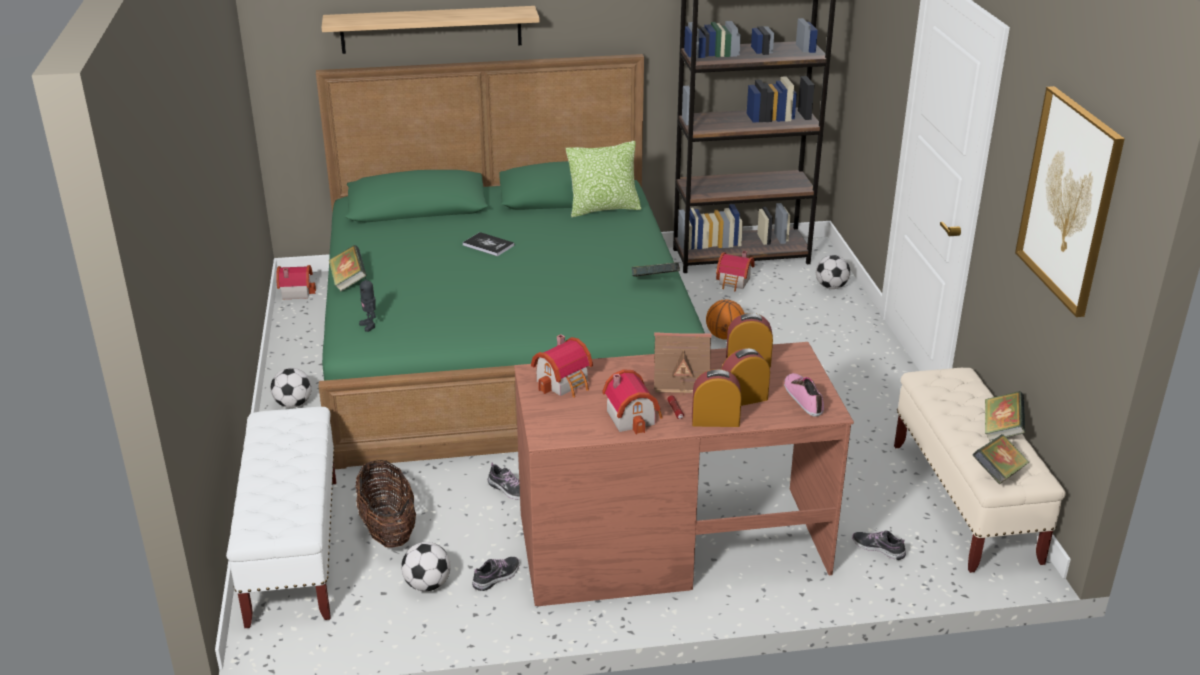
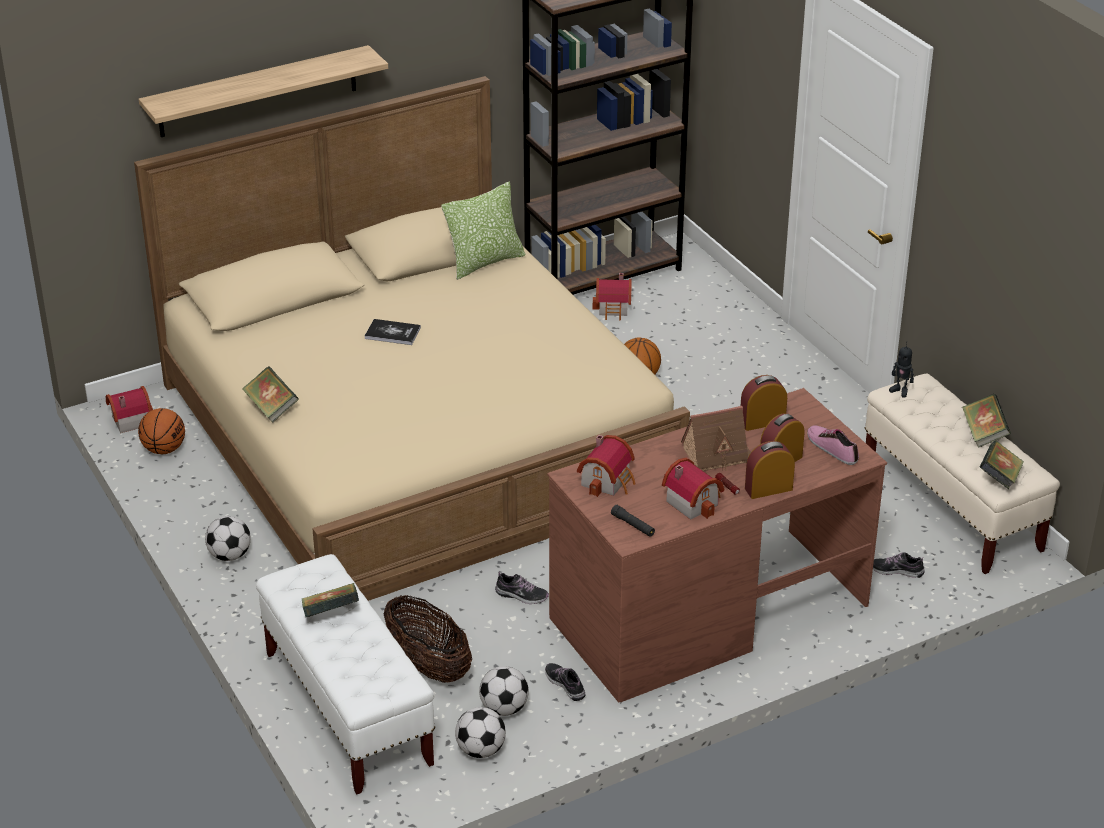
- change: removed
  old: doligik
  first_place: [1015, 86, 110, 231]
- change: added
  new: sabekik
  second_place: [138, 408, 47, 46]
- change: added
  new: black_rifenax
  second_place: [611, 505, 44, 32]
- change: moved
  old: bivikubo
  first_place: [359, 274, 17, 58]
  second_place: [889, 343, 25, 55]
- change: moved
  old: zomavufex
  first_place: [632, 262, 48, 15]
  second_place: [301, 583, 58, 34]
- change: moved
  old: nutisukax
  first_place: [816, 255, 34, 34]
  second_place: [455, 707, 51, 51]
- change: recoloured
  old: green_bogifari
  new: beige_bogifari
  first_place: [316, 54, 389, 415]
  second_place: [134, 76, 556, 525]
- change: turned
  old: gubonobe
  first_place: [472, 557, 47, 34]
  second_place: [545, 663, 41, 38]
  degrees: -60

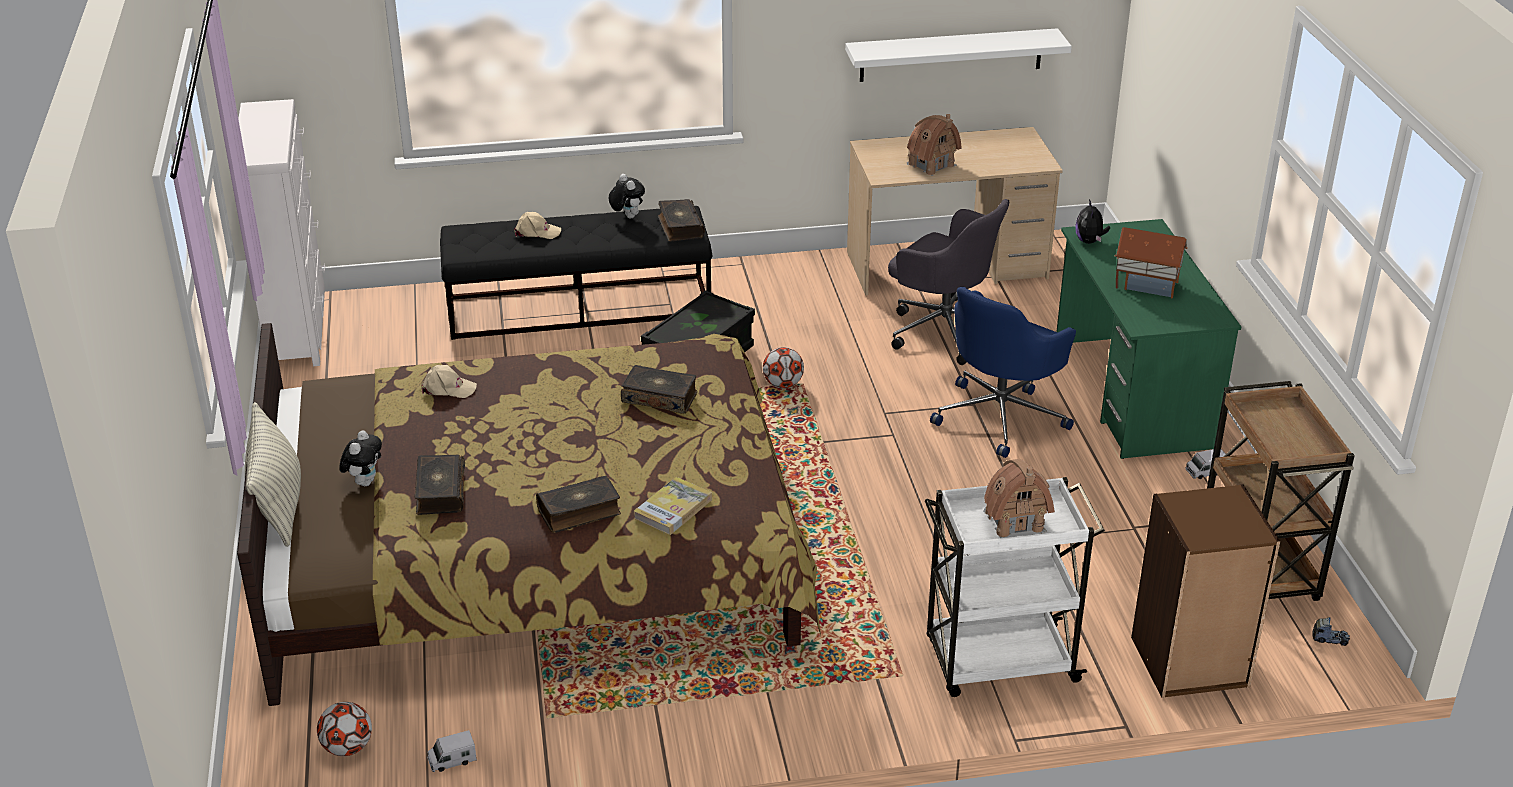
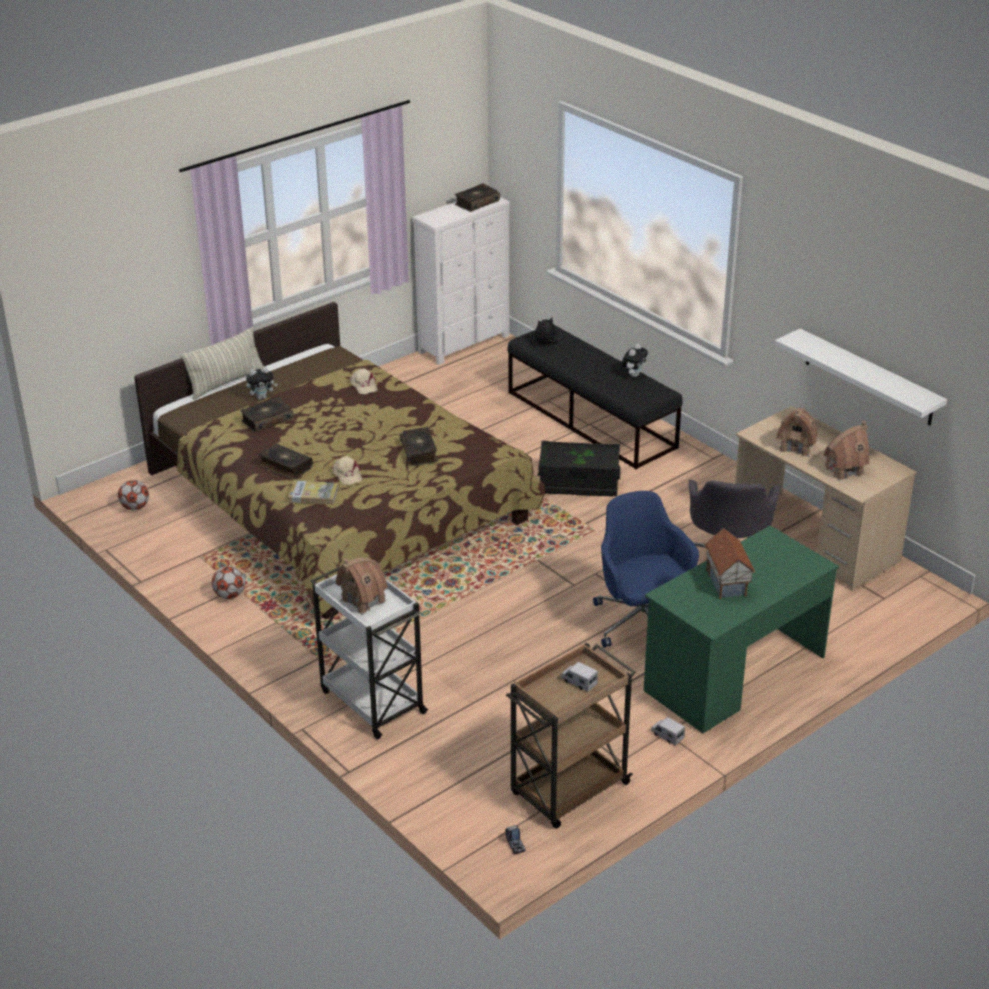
- change: removed
  old: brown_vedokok
  first_place: [1131, 484, 149, 214]
- change: added
  new: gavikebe
  second_place: [824, 421, 46, 60]
- change: moved
  old: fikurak
  first_place: [427, 730, 50, 42]
  second_place: [561, 662, 37, 30]
- change: moved
  old: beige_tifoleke
  first_place: [514, 212, 47, 27]
  second_place: [332, 456, 30, 29]
- change: moved
  old: zomavufex
  first_place: [658, 199, 47, 42]
  second_place: [455, 183, 45, 29]
- change: moved
  old: nutisukax
  first_place: [763, 347, 41, 41]
  second_place: [212, 566, 33, 33]
- change: moved
  old: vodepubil
  first_place: [1075, 199, 35, 45]
  second_place: [535, 317, 23, 28]
- change: turned
  old: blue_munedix
  first_place: [930, 287, 146, 171]
  second_place: [593, 491, 106, 156]
  degrees: 60

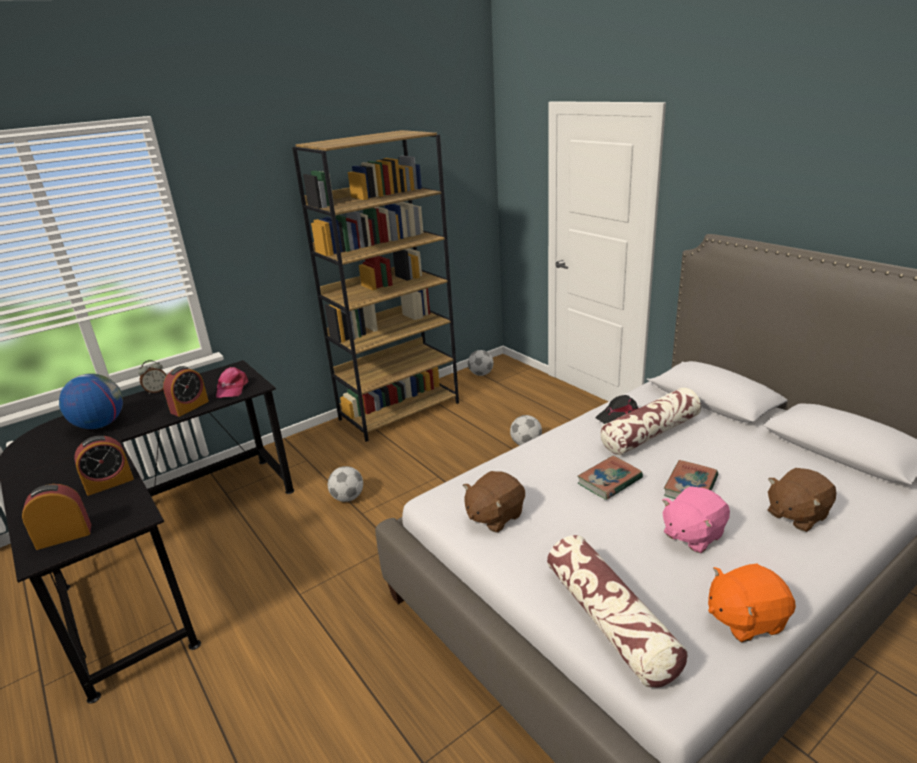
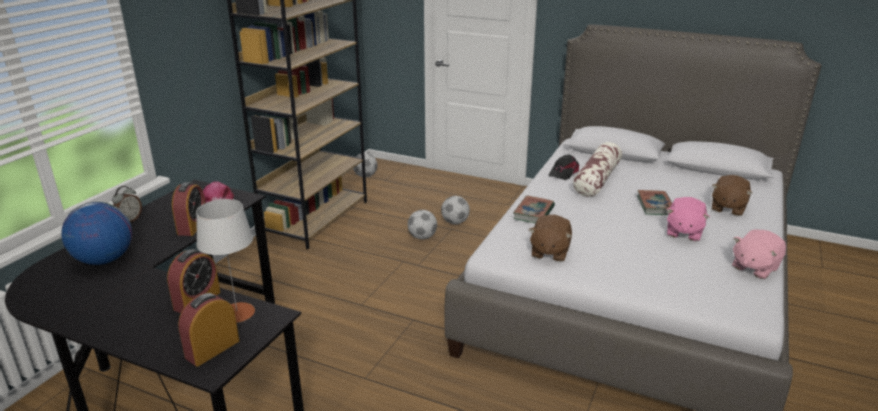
- change: removed
  old: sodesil
  first_place: [547, 535, 141, 153]
- change: added
  new: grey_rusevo
  second_place: [196, 199, 59, 124]
- change: moved
  old: nutisukax
  first_place: [328, 466, 35, 36]
  second_place: [408, 210, 29, 30]
- change: moved
  old: zomavufex
  first_place: [577, 456, 66, 44]
  second_place: [513, 195, 42, 28]
- change: recoloured
  old: orange_vodepubil
  new: pink_vodepubil
  first_place: [708, 564, 88, 79]
  second_place: [732, 230, 54, 49]

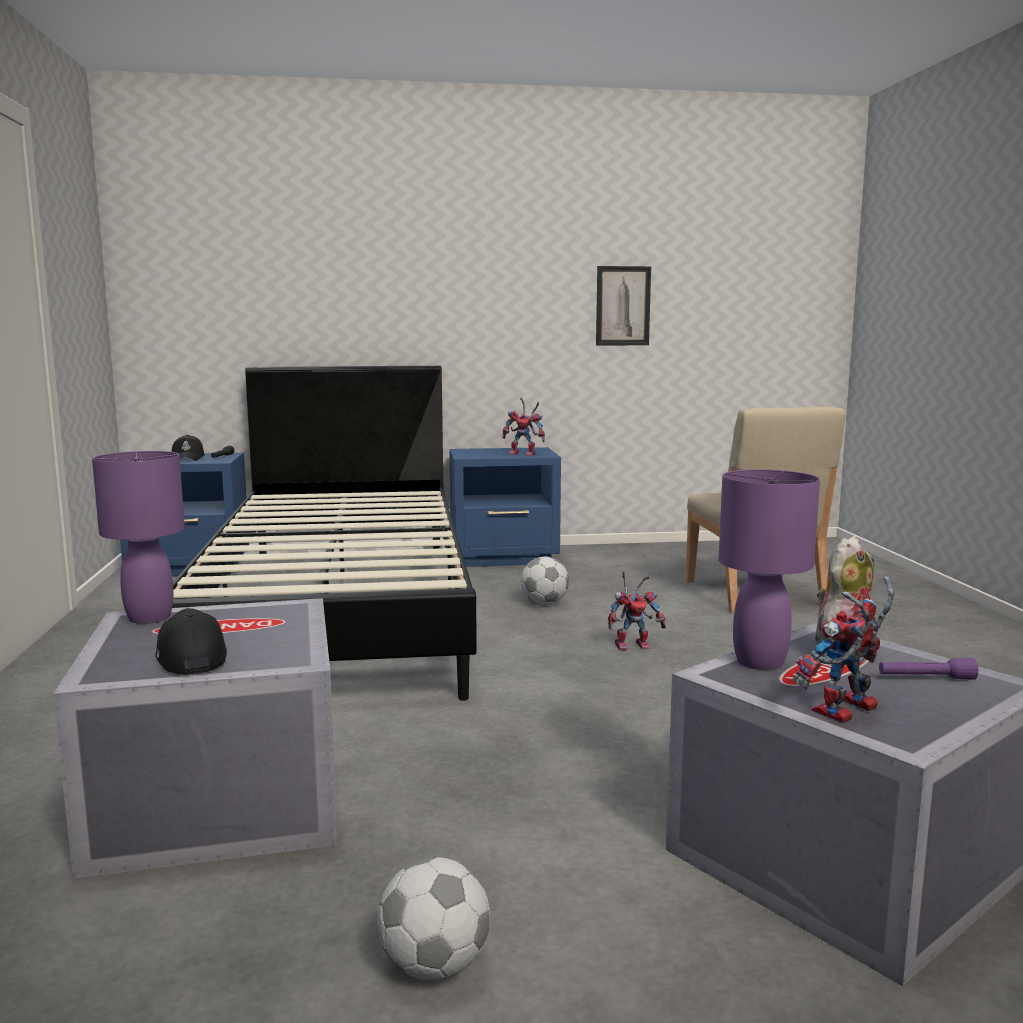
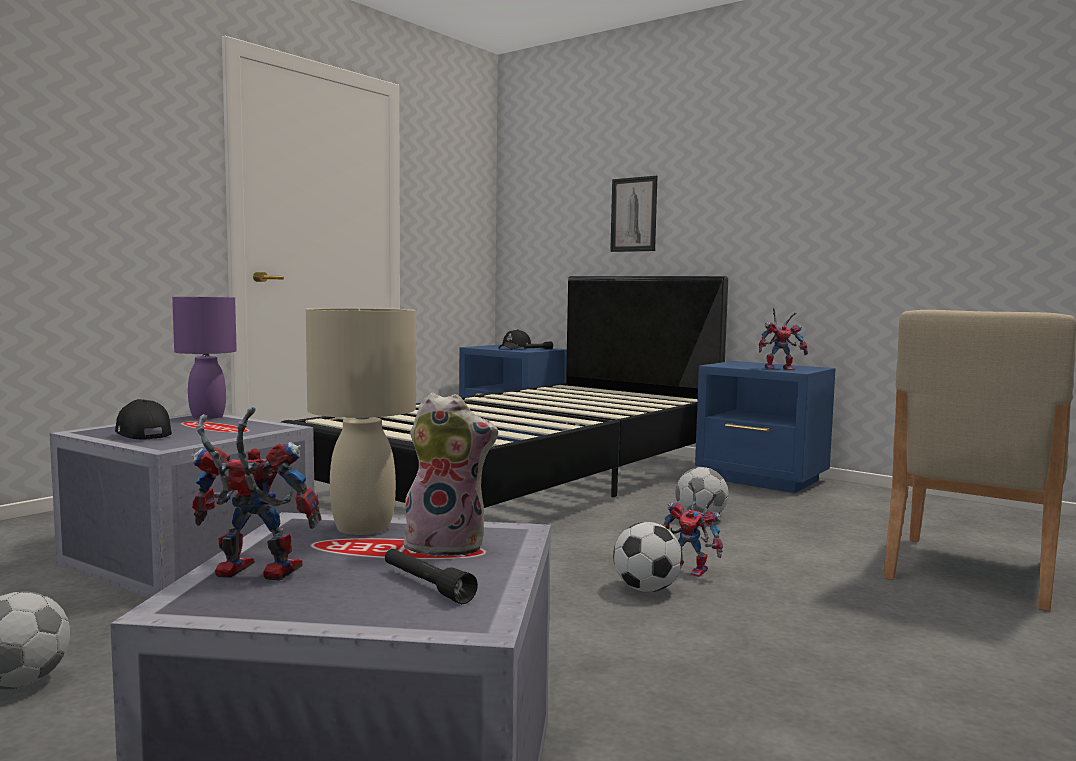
- change: added
  new: nutisukax
  second_place: [613, 522, 69, 70]
- change: moved
  old: doligik
  first_place: [596, 266, 55, 79]
  second_place: [610, 176, 48, 76]
- change: recoloured
  old: purple_rusevo
  new: beige_rusevo
  first_place: [718, 469, 102, 201]
  second_place: [306, 308, 110, 227]
- change: recoloured
  old: purple_rifenax
  new: black_rifenax
  first_place: [879, 658, 99, 22]
  second_place: [385, 549, 93, 55]
- change: turned
  old: black_tifoleke
  first_place: [156, 608, 71, 67]
  second_place: [115, 399, 57, 40]
  degrees: -60
- change: turned
  old: bivikubo
  first_place: [502, 397, 43, 59]
  second_place: [759, 308, 49, 62]
  degrees: -60

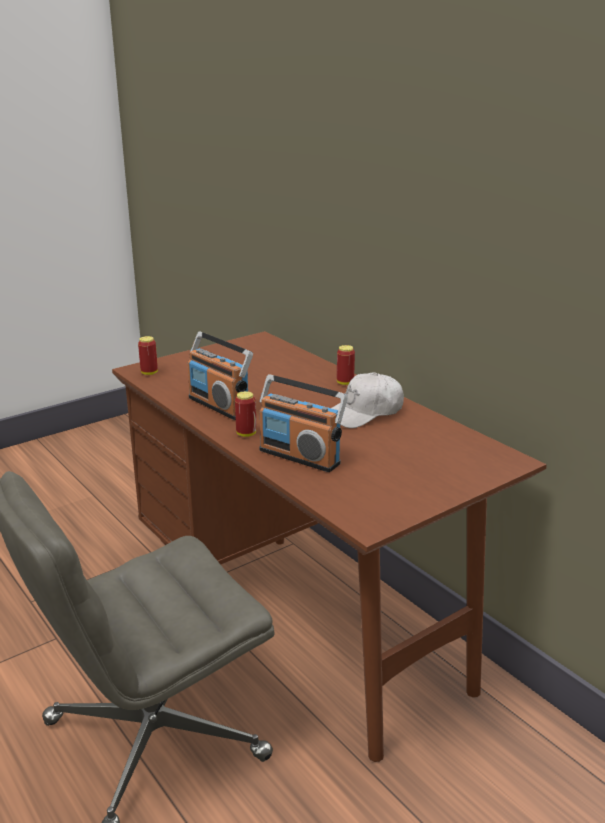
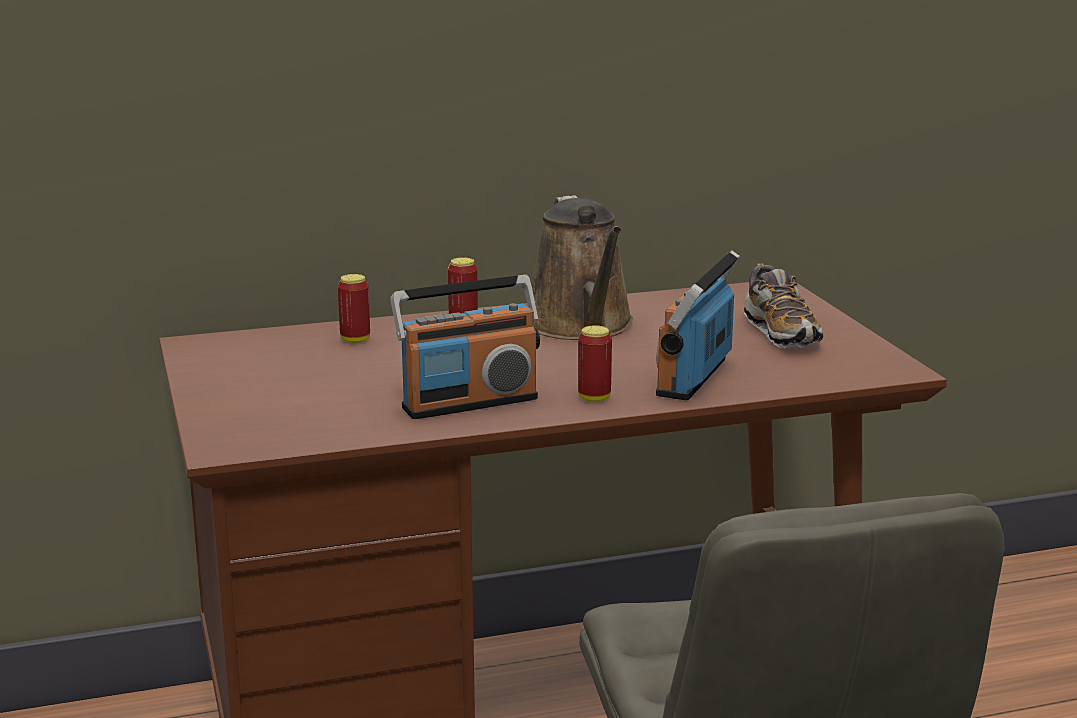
- change: added
  new: gubonobe
  second_place: [744, 264, 79, 85]
- change: moved
  old: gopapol
  first_place: [138, 336, 20, 39]
  second_place: [338, 274, 32, 69]
- change: replaced
  old: white_tifoleke
  new: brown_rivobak
  first_place: [331, 372, 73, 56]
  second_place: [532, 195, 101, 145]
- change: turned
  old: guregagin
  first_place: [259, 374, 89, 98]
  second_place: [656, 250, 84, 150]
  degrees: 150

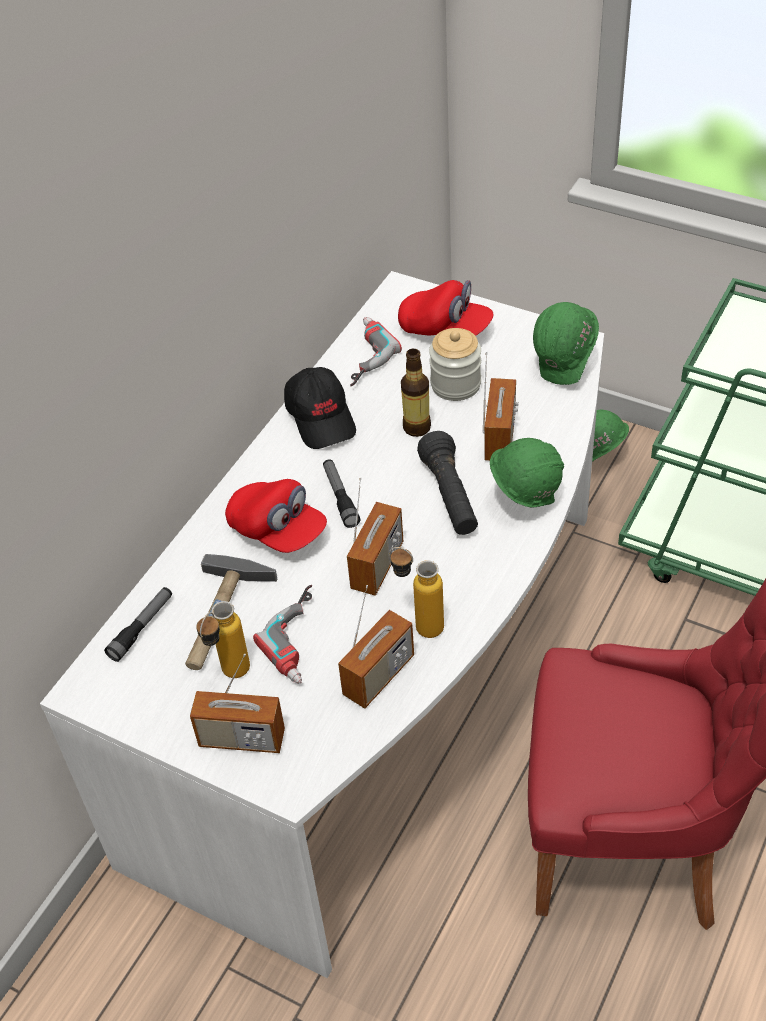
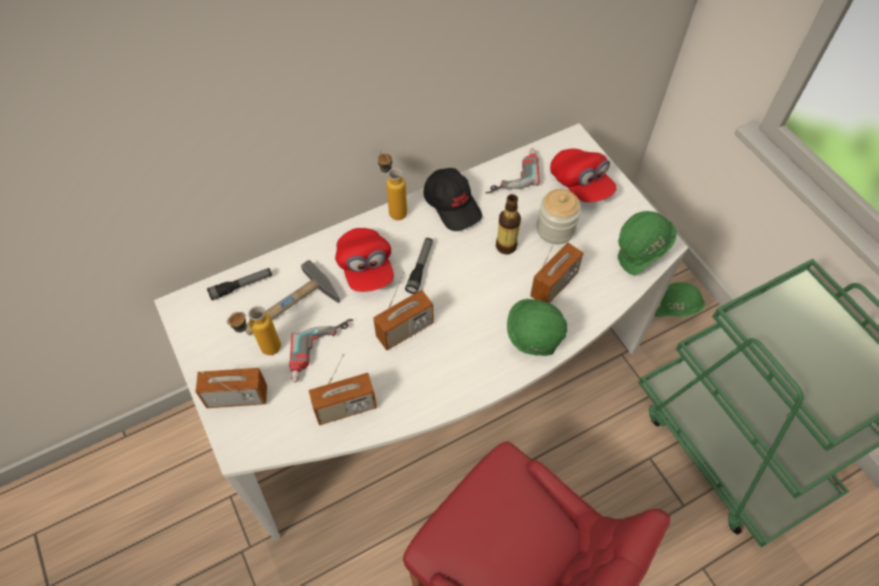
- change: removed
  old: black_rifenax
  first_place: [417, 431, 61, 104]
- change: moved
  old: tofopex
  first_place: [389, 547, 55, 91]
  second_place: [378, 151, 29, 69]
- change: turned
  old: guregagin
  first_place: [190, 654, 95, 99]
  second_place: [196, 368, 71, 40]
  degrees: 135
- change: turned
  old: black_tifoleke
  first_place: [284, 367, 72, 82]
  second_place: [423, 168, 59, 63]
  degrees: -45

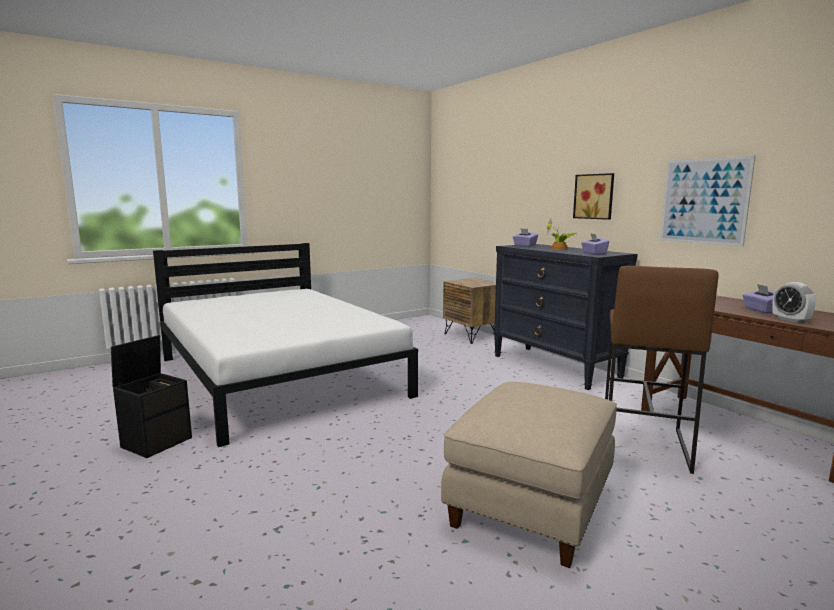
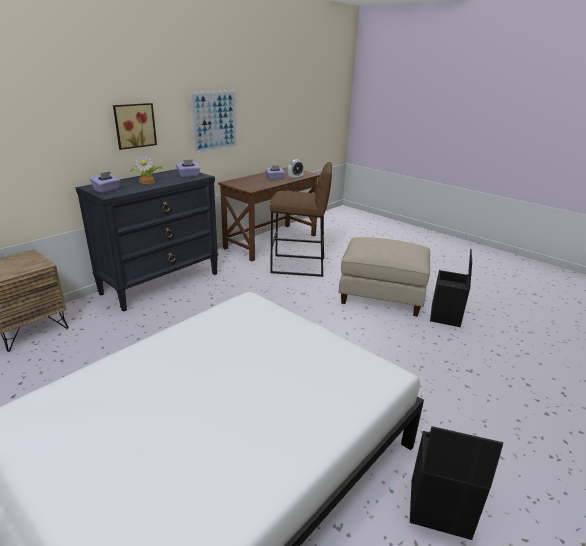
- change: added
  new: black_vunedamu
  second_place: [430, 249, 42, 78]

